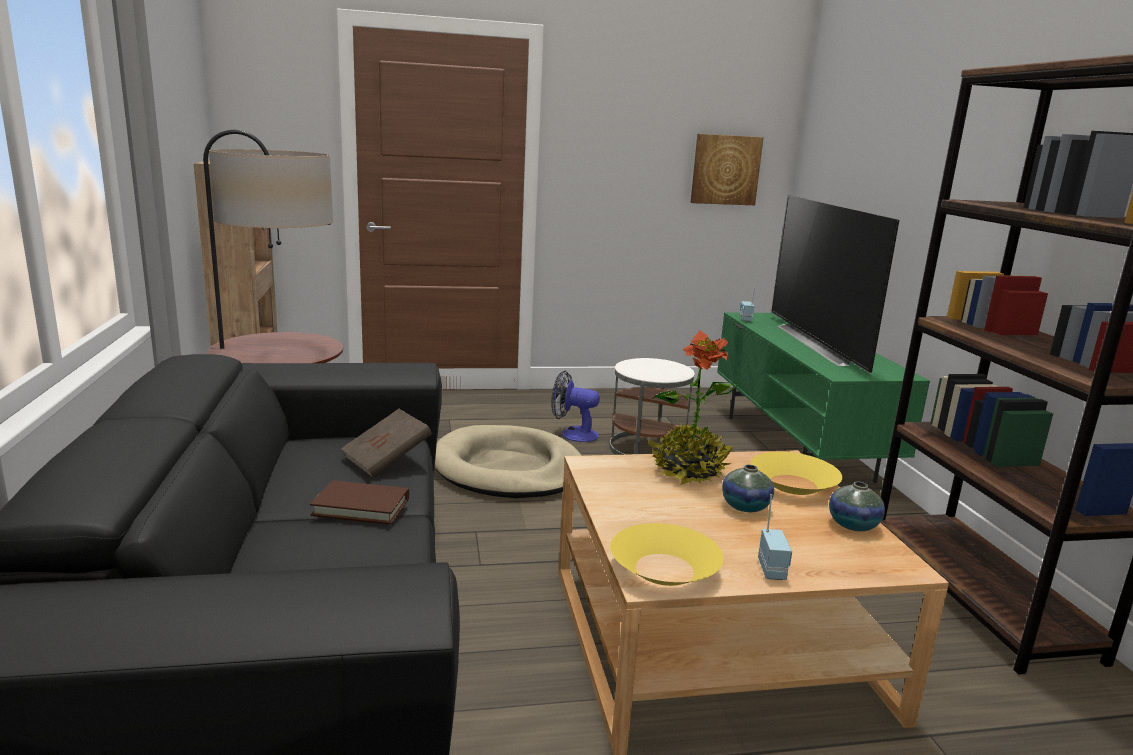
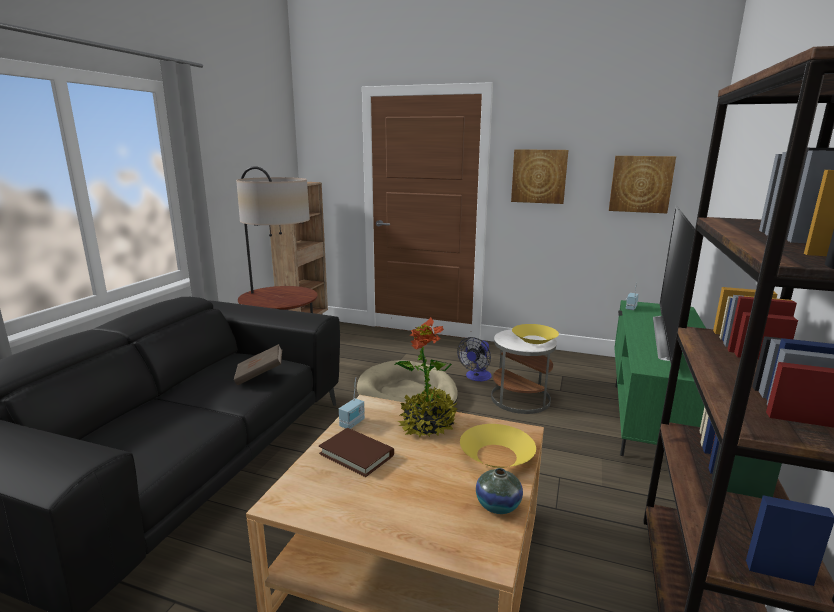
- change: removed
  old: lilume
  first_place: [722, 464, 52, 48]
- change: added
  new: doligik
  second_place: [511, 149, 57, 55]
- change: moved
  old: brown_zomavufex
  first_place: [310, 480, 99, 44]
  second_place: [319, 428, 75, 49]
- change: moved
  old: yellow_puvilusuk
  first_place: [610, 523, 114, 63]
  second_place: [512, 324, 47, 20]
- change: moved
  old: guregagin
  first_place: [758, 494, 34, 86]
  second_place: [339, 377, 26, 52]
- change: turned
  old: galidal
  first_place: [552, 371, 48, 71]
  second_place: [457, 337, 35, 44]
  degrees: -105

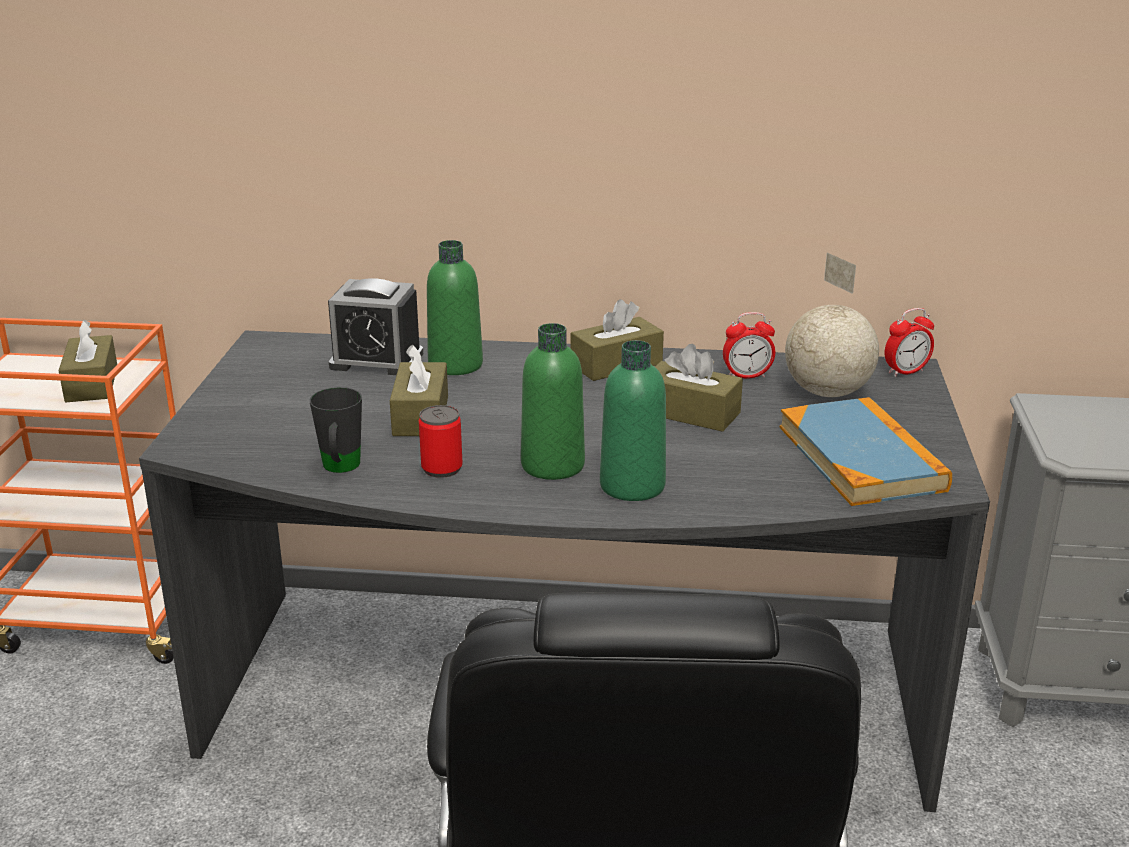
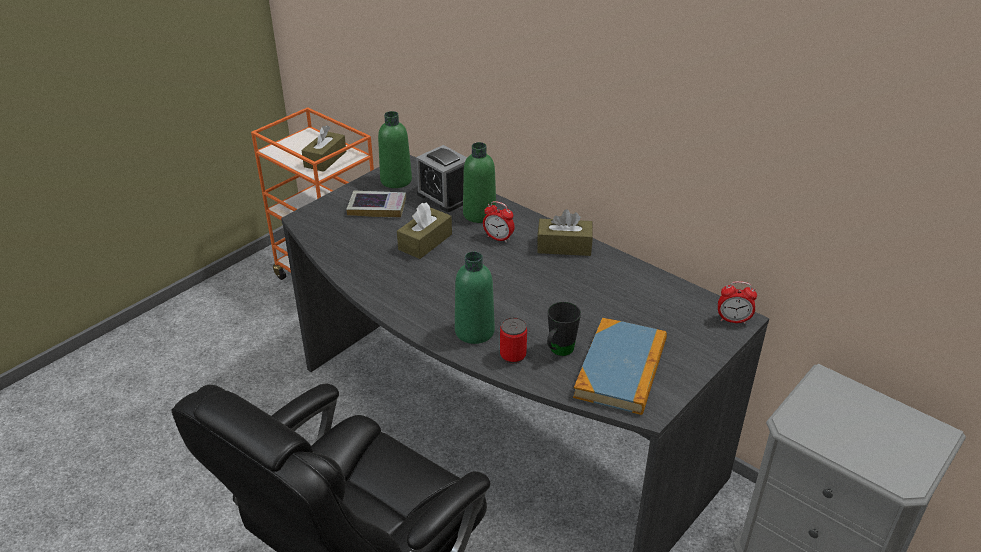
- change: removed
  old: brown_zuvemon
  first_place: [655, 344, 88, 88]
- change: removed
  old: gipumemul
  first_place: [785, 253, 94, 144]
- change: added
  new: zomavufex
  second_place: [346, 190, 60, 28]
- change: moved
  old: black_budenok
  first_place: [310, 387, 52, 86]
  second_place: [547, 302, 34, 54]
- change: moved
  old: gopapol
  first_place: [419, 405, 44, 73]
  second_place: [500, 317, 27, 46]
- change: moved
  old: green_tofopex
  first_place: [521, 323, 64, 157]
  second_place: [378, 111, 34, 77]
- change: moved
  old: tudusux
  first_place: [723, 312, 52, 67]
  second_place: [483, 201, 32, 42]

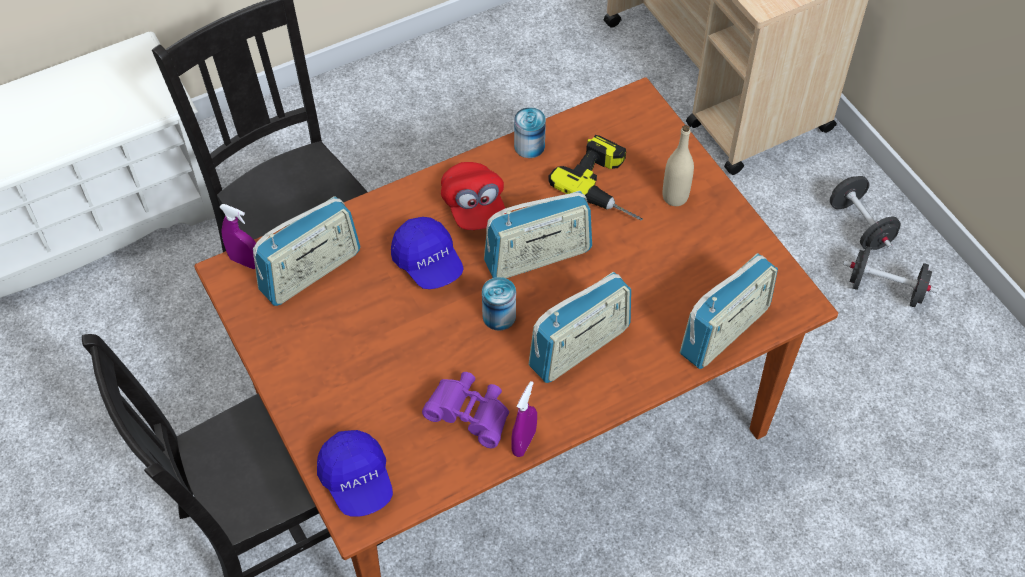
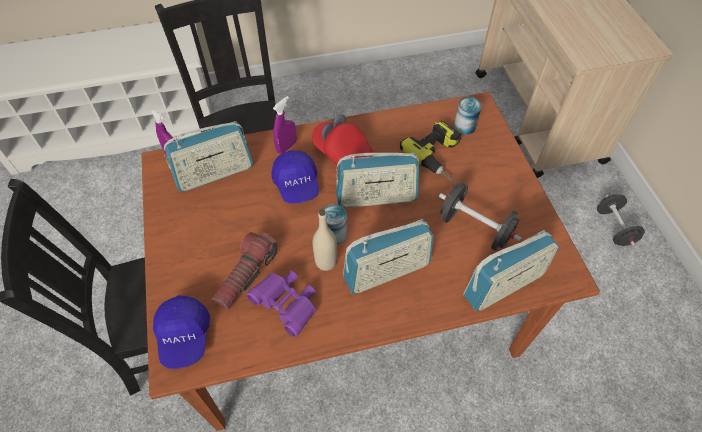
- change: added
  new: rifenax
  second_place: [212, 232, 66, 78]
- change: moved
  old: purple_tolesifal
  first_place: [511, 381, 26, 76]
  second_place: [273, 96, 23, 58]
- change: moved
  old: gopapol
  first_place: [514, 107, 32, 51]
  second_place: [454, 97, 28, 38]
- change: moved
  old: beige_tofopex
  first_place: [663, 125, 31, 81]
  second_place: [313, 210, 24, 61]
- change: moved
  old: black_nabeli
  first_place: [843, 246, 95, 61]
  second_place: [439, 183, 83, 68]
- change: turned
  old: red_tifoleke
  first_place: [441, 162, 65, 68]
  second_place: [312, 115, 61, 50]
  degrees: 135

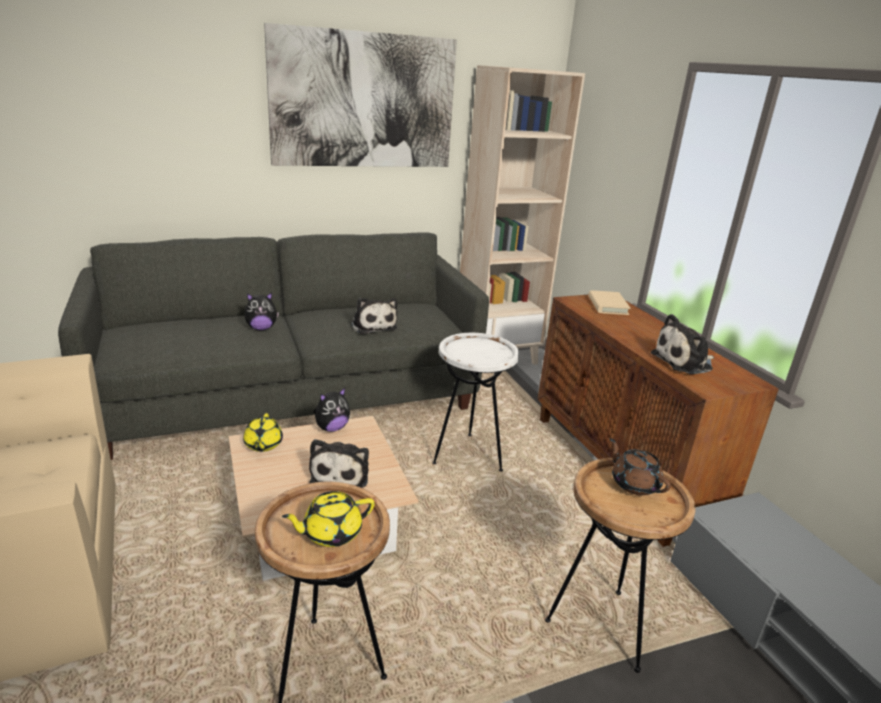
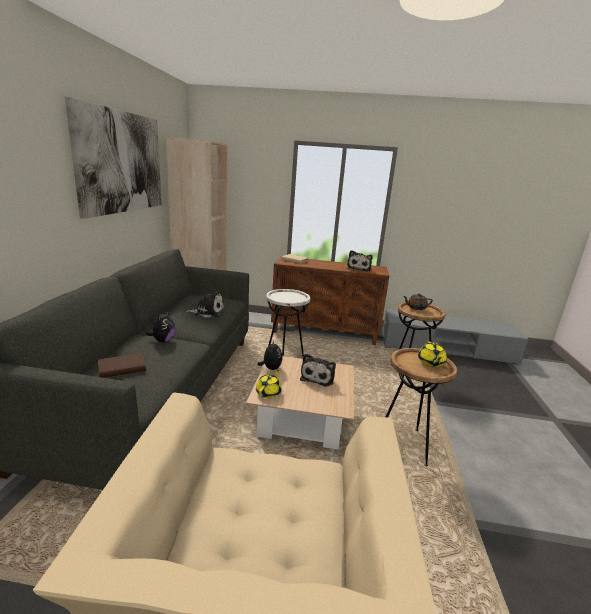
- change: added
  new: brown_zomavufex
  second_place: [98, 353, 48, 25]
- change: turned
  old: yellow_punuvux
  first_place: [243, 413, 40, 39]
  second_place: [256, 370, 26, 28]
  degrees: -90
- change: turned
  old: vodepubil
  first_place: [309, 439, 60, 49]
  second_place: [300, 353, 36, 34]
  degrees: 75

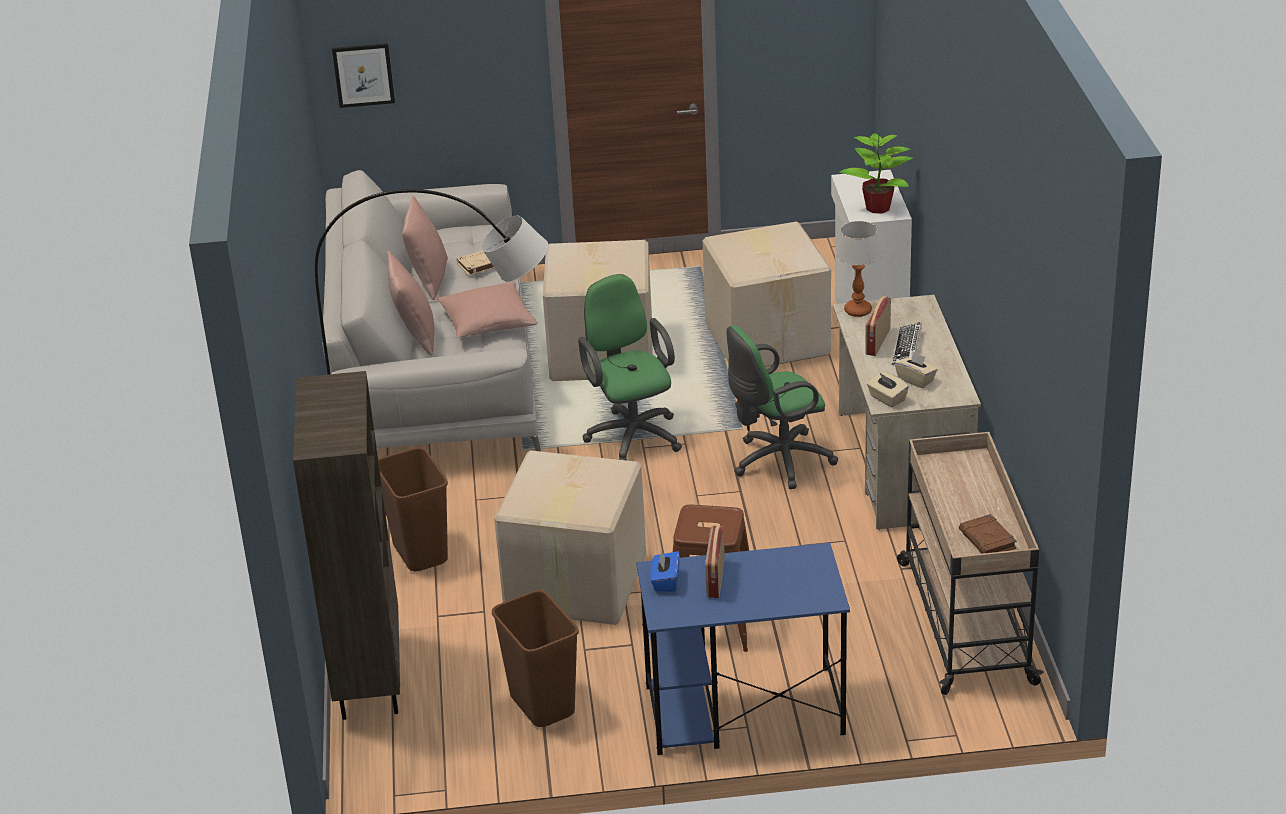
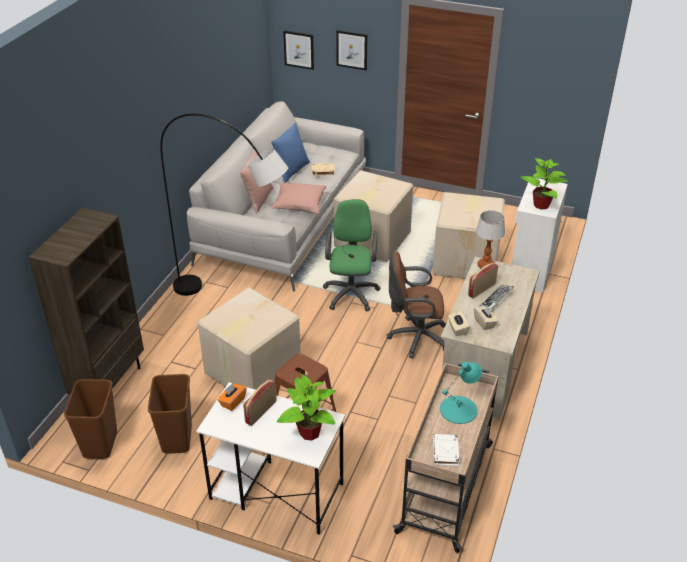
- change: added
  new: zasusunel
  second_place: [277, 374, 59, 67]
- change: added
  new: doligik
  second_place: [336, 30, 31, 40]
- change: added
  new: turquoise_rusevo
  second_place: [440, 362, 42, 62]
- change: moved
  old: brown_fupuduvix
  first_place: [378, 447, 70, 124]
  second_place: [64, 379, 53, 80]
- change: recoloured
  old: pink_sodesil
  new: blue_sodesil
  first_place: [402, 195, 46, 105]
  second_place: [271, 123, 39, 60]
- change: recoloured
  old: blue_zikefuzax
  new: white_zikefuzax
  first_place: [636, 543, 214, 212]
  second_place: [196, 382, 150, 153]
- change: recoloured
  old: blue_zuvemon
  new: orange_zuvemon
  first_place: [650, 550, 30, 42]
  second_place: [218, 383, 29, 28]
- change: recoloured
  old: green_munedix
  new: brown_munedix
  first_place: [726, 325, 112, 164]
  second_place: [387, 251, 59, 107]
- change: recoloured
  old: brown_zomavufex
  new: white_zomavufex
  first_place: [959, 514, 58, 40]
  second_place: [433, 434, 27, 32]

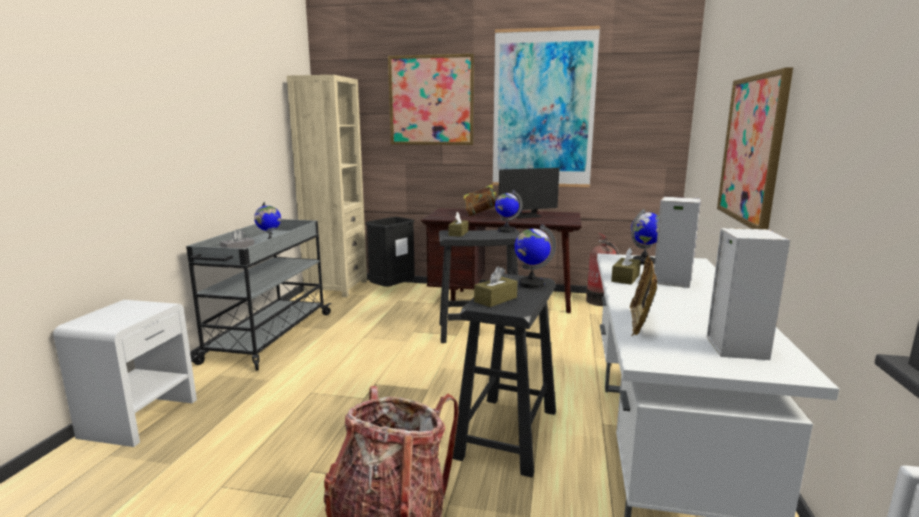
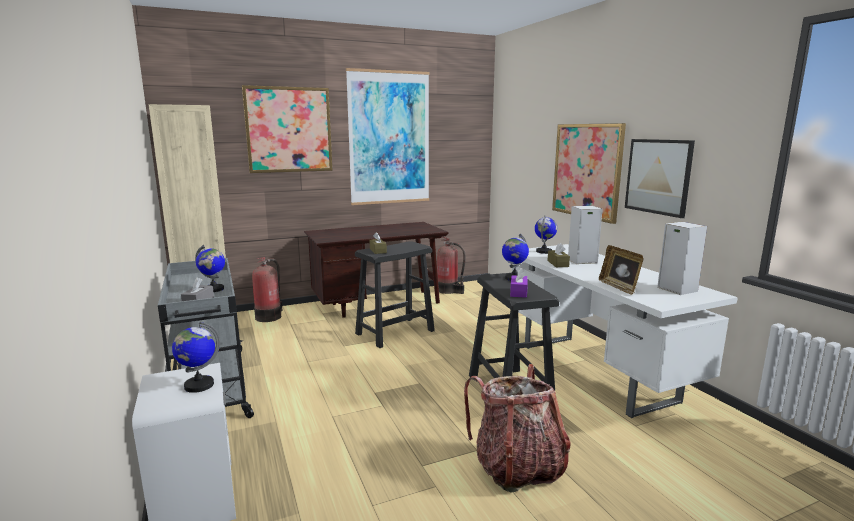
- change: removed
  old: zomavufex
  first_place: [464, 184, 33, 32]
- change: removed
  old: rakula
  first_place: [499, 168, 60, 51]
- change: added
  new: doligik
  second_place: [625, 139, 70, 79]
- change: moved
  old: gipumemul
  first_place: [495, 190, 28, 43]
  second_place: [172, 322, 48, 71]
- change: replaced
  old: black_fupuduvix
  new: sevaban
  first_place: [366, 217, 49, 70]
  second_place: [252, 257, 30, 65]
- change: recoloured
  old: brown_zuvemon
  new: purple_zuvemon
  first_place: [474, 266, 43, 41]
  second_place: [510, 268, 18, 30]

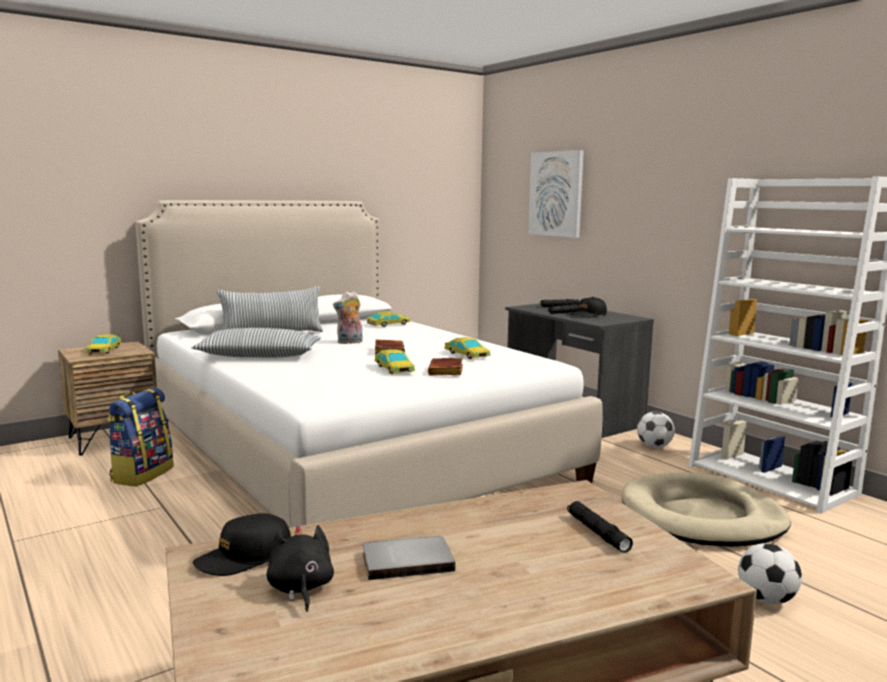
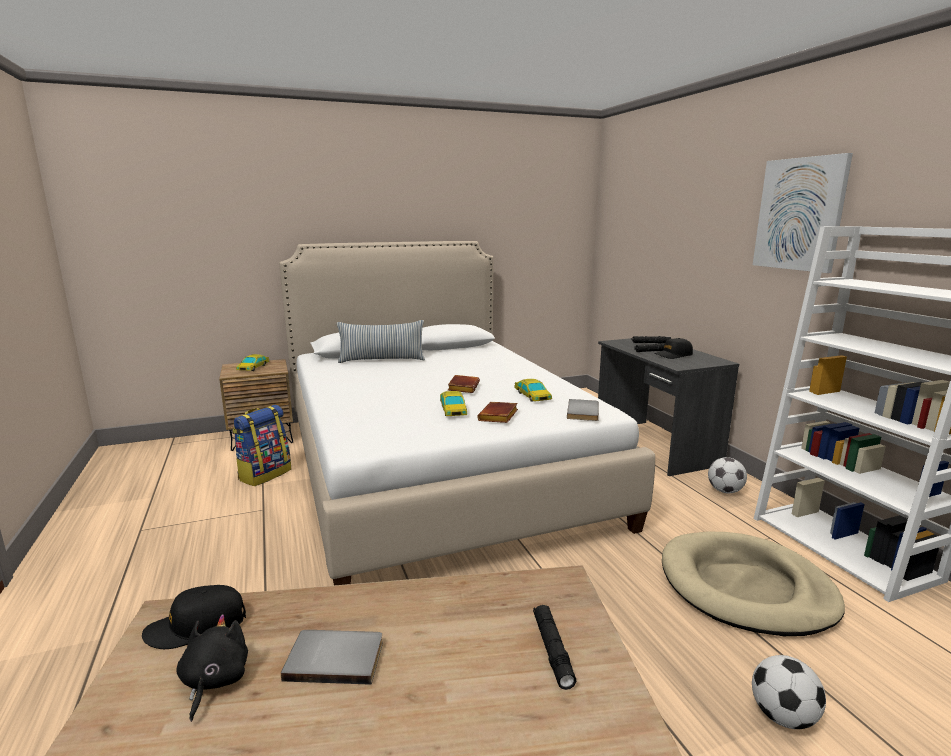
- change: removed
  old: sodesil
  first_place: [191, 328, 130, 30]
- change: removed
  old: vodepubil
  first_place: [333, 291, 30, 53]
- change: removed
  old: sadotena
  first_place: [367, 311, 43, 16]
- change: added
  new: grey_zomavufex
  second_place: [567, 399, 32, 22]
- change: moved
  old: doligik
  first_place: [528, 150, 56, 88]
  second_place: [753, 153, 100, 120]

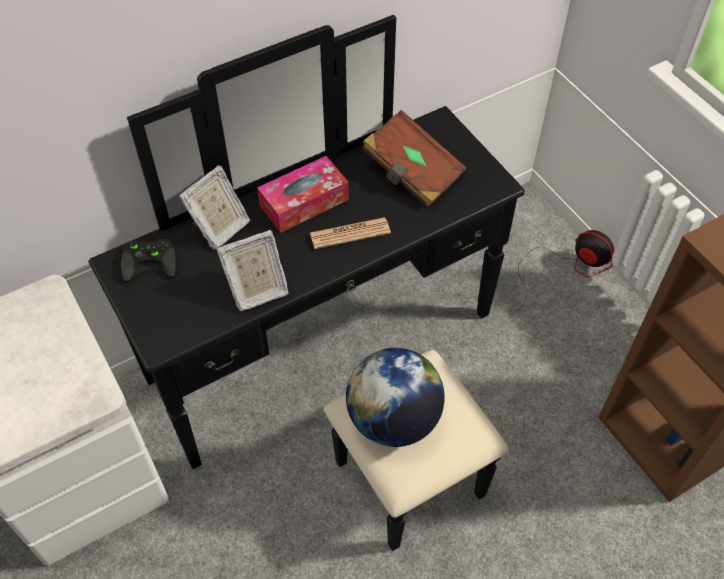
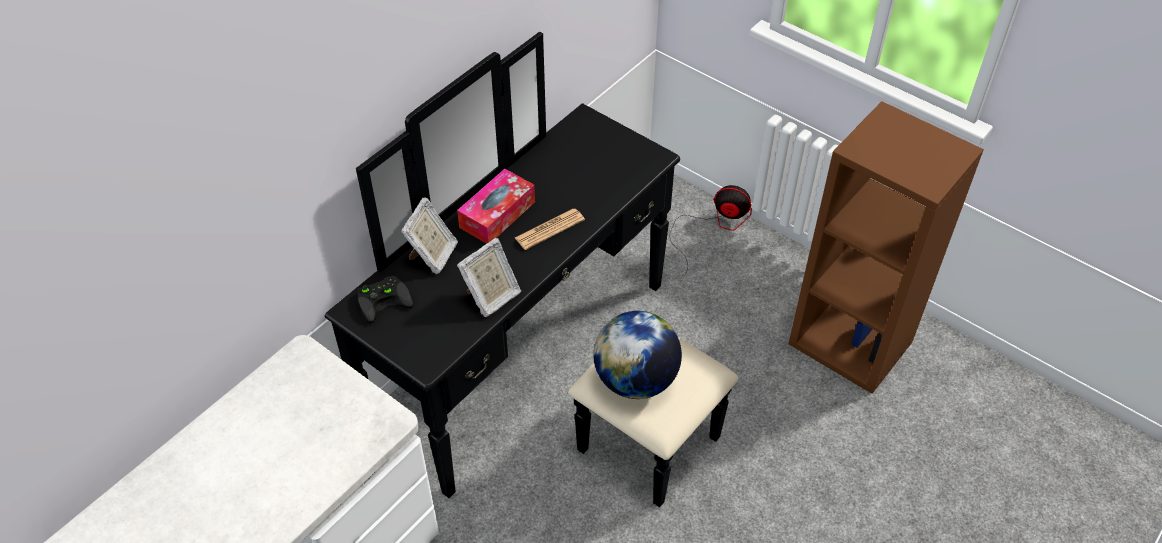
- change: removed
  old: brown_zomavufex
  first_place: [361, 110, 105, 98]

